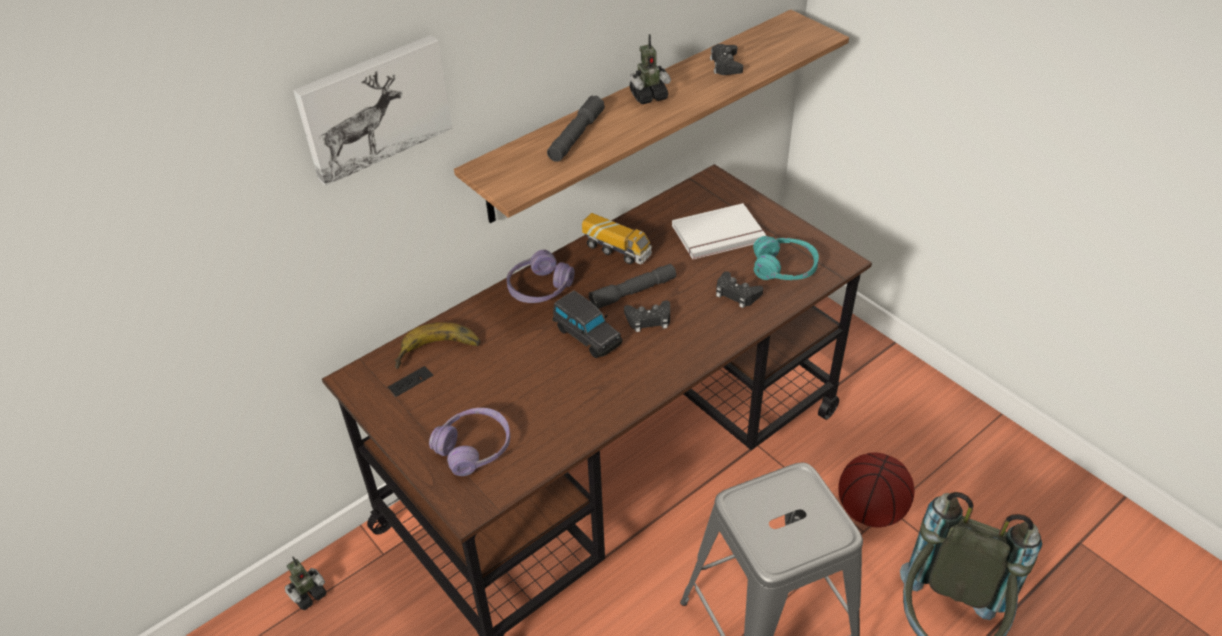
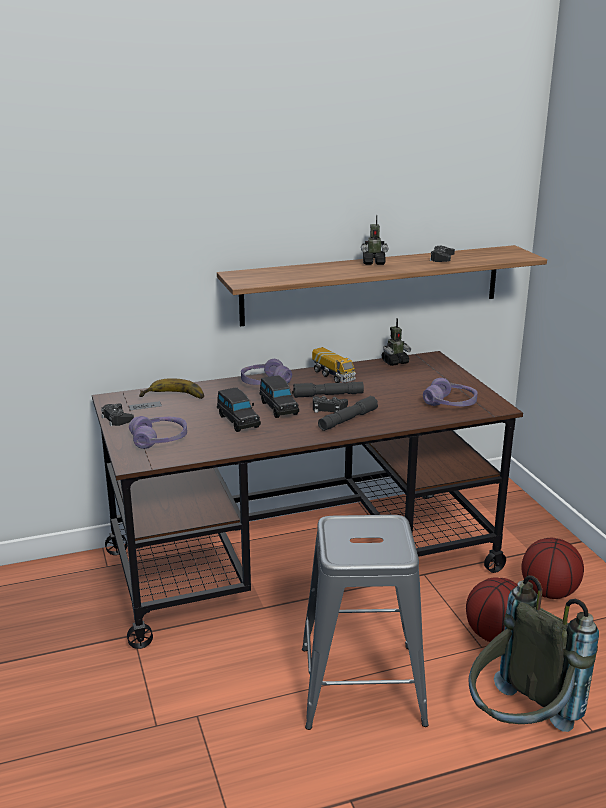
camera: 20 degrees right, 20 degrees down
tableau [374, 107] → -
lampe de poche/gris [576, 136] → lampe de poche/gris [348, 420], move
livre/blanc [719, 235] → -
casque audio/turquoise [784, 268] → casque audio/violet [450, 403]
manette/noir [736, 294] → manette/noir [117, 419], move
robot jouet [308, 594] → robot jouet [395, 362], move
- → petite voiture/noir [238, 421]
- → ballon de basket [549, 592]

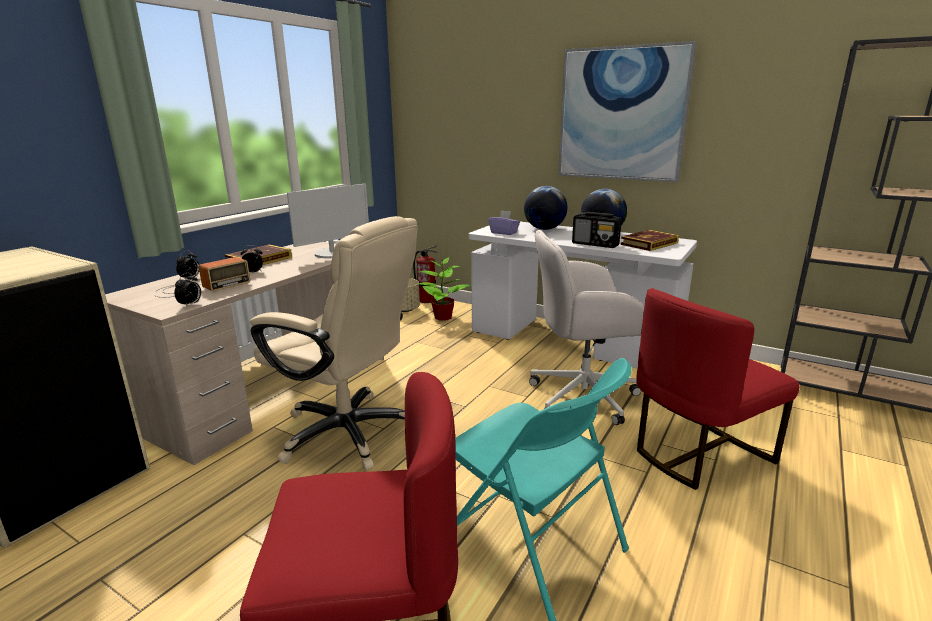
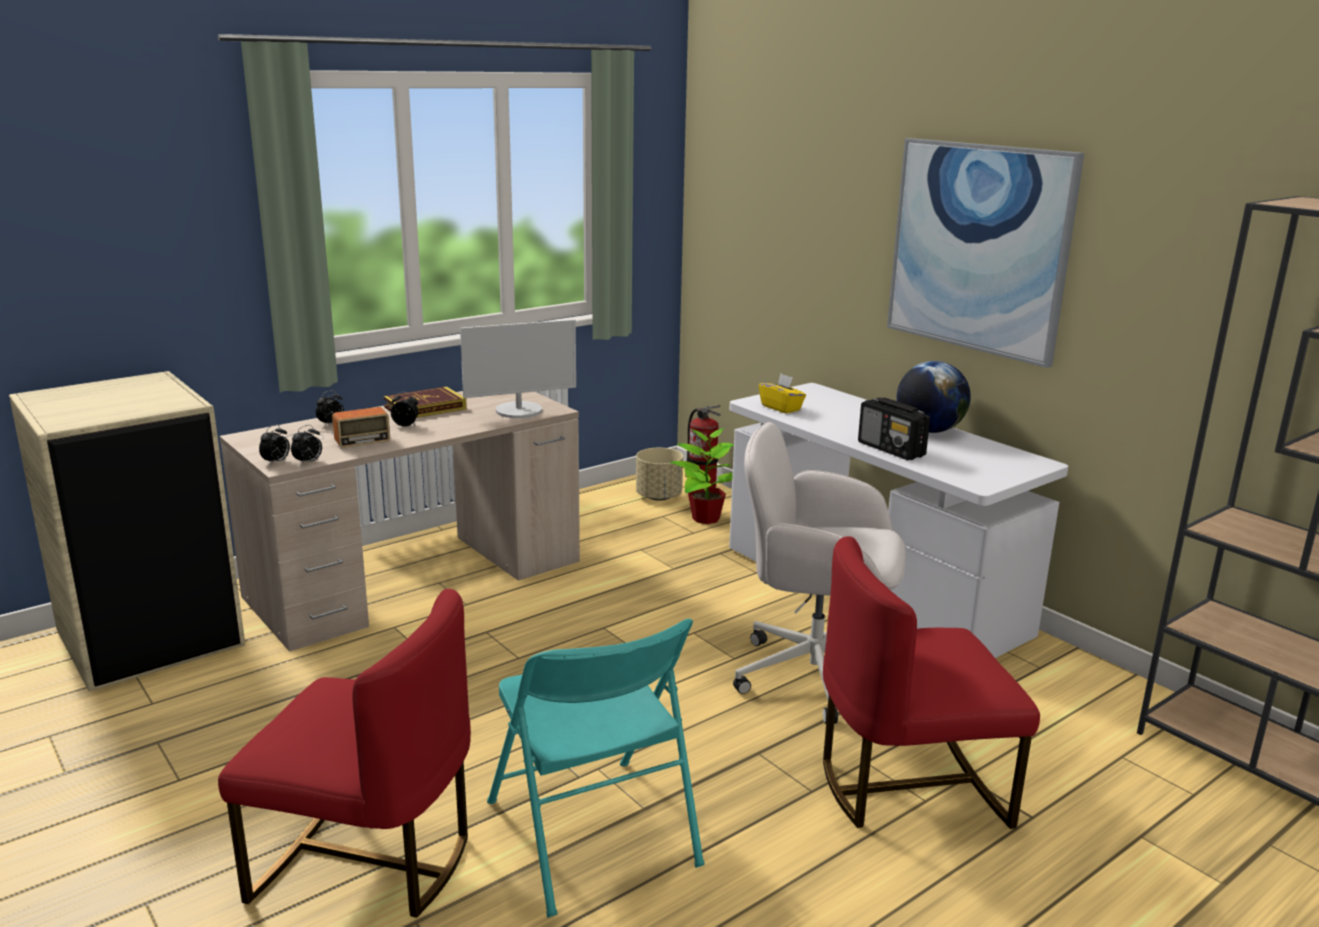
camera: 20 degrees right, 0 degrees up
globe [544, 229] → -
boîte à mouchoirs/violet [504, 232] → boîte à mouchoirs/jaune [781, 408]
chaise de bureau/beige [347, 432] → -
livre [649, 244] → -
- → réveil [276, 462]

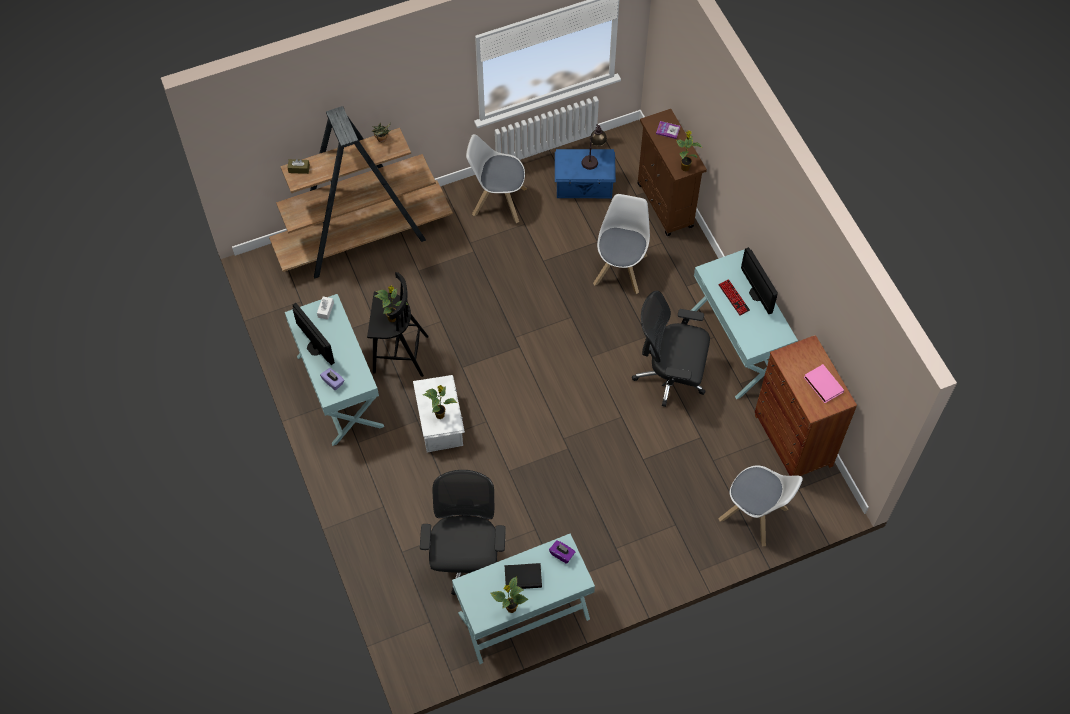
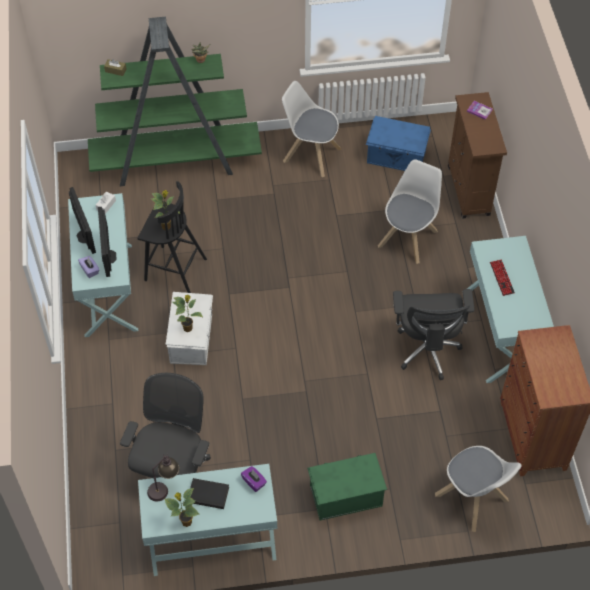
camera: 15 degrees right, 5 degrees down
bibliothèque/marron [364, 238] → bibliothèque/vert [176, 161]
lampe de table [593, 158] → lampe de table [164, 487], move
plante en pot [685, 167] → -
écran d'ordinateur [757, 294] → écran d'ordinateur [109, 257], move
chaise de bureau [671, 377] → chaise de bureau [427, 348], 120 degrees counterclockwise
livre/rose [822, 385] → -
- → boîte de rangement/vert [345, 495]

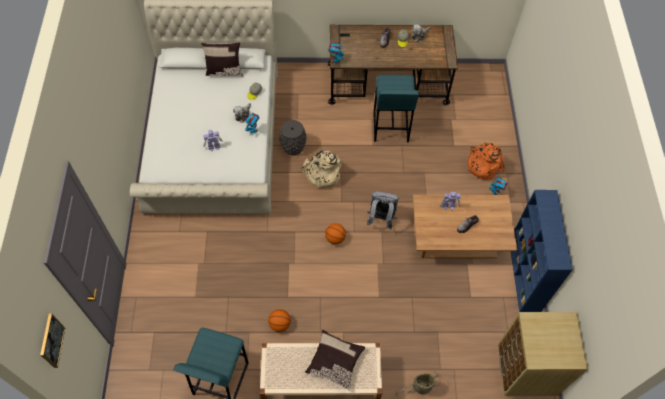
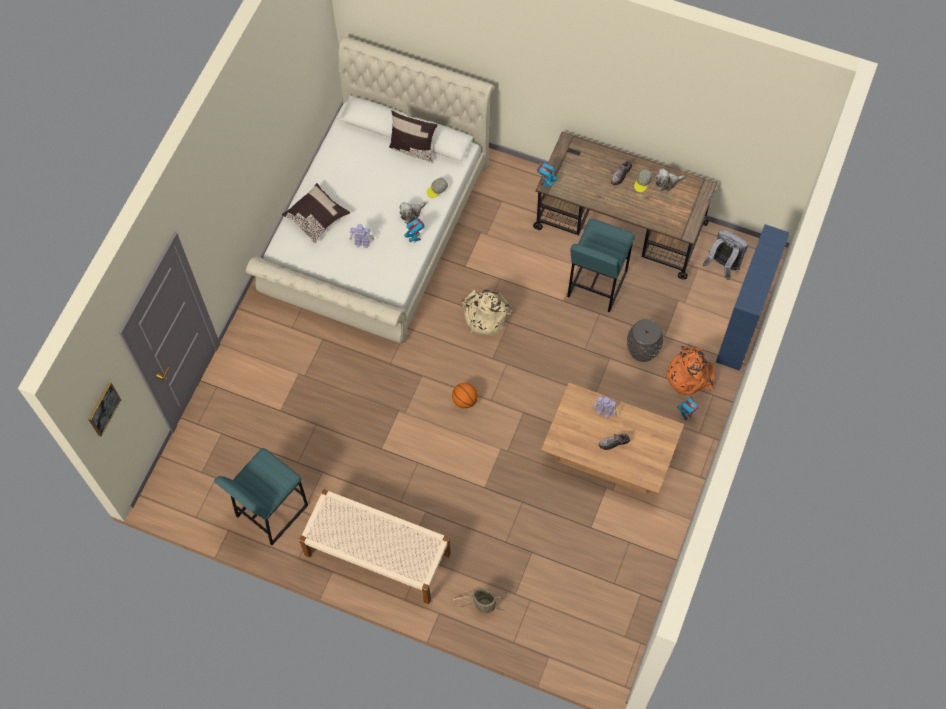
camera: 25 degrees right, 5 degrees up
tabouret/gris [293, 147] → tabouret/gris [642, 350], move
bibliothèque/bleu [524, 275] → bibliothèque/bleu [742, 327], move
sac à dos/gris [381, 219] → sac à dos/gris [723, 265], move
ballon de basket [280, 324] → -
commode/marron [525, 371] → -
coussin [335, 362] → coussin [316, 218], move

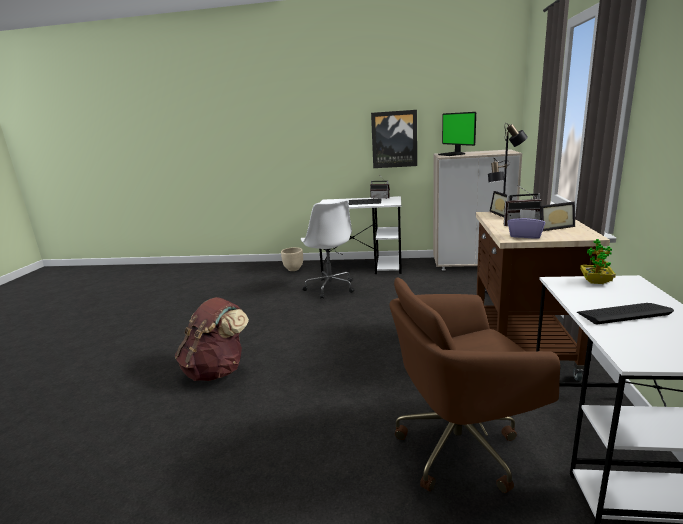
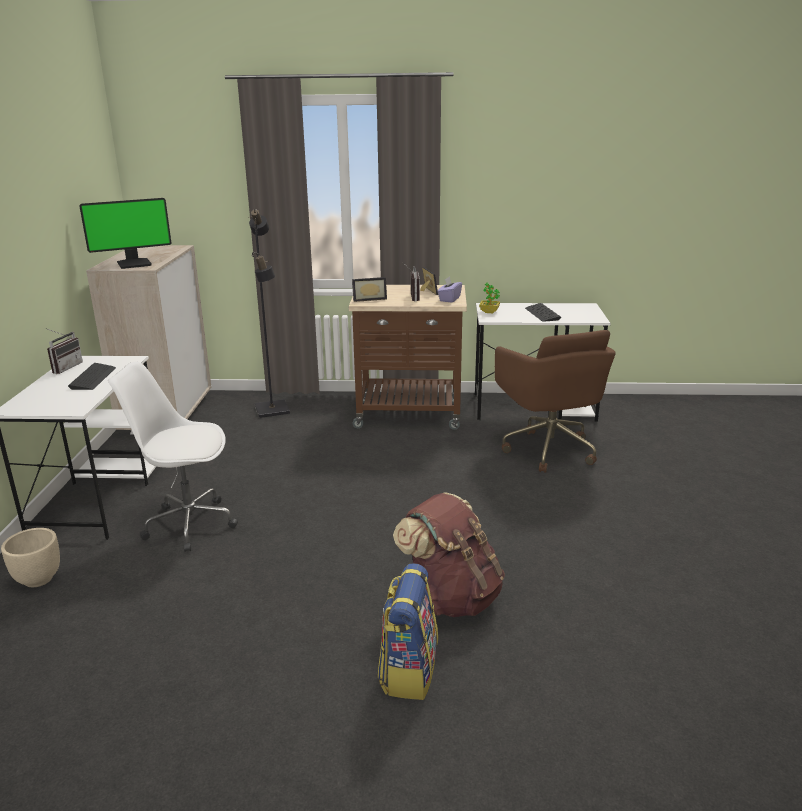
camera: 95 degrees left, 5 degrees up
tableau [394, 139] → -
chaise de bureau/blanc [330, 288] → chaise de bureau/blanc [188, 524], 150 degrees counterclockwise
- → sac à dos [408, 671]

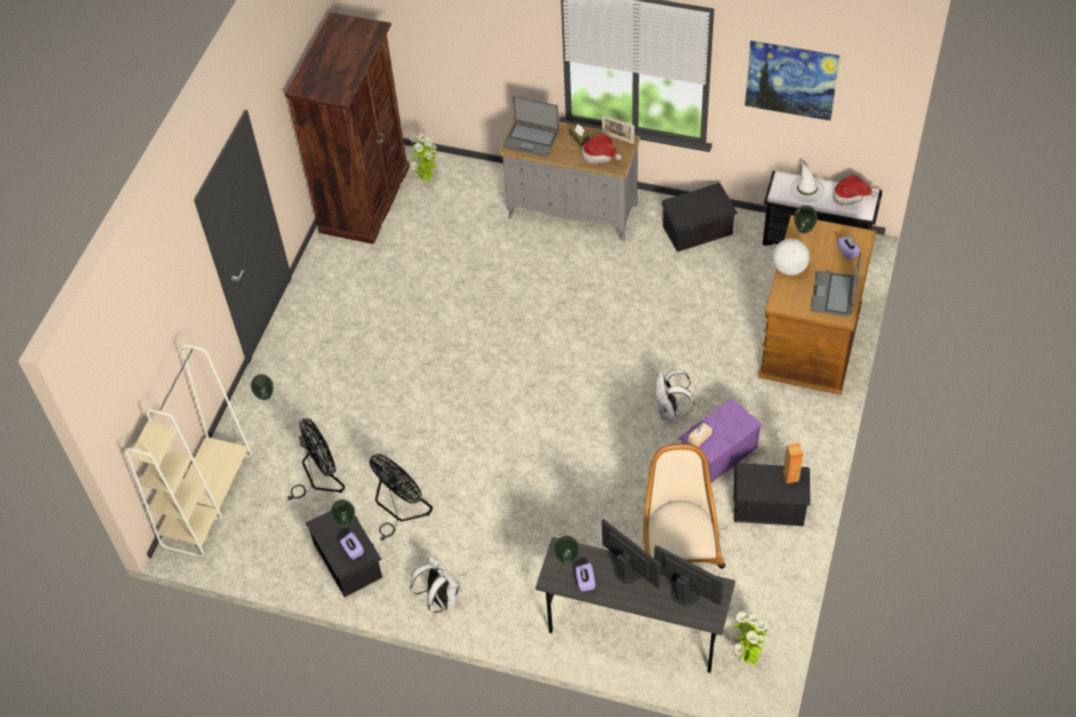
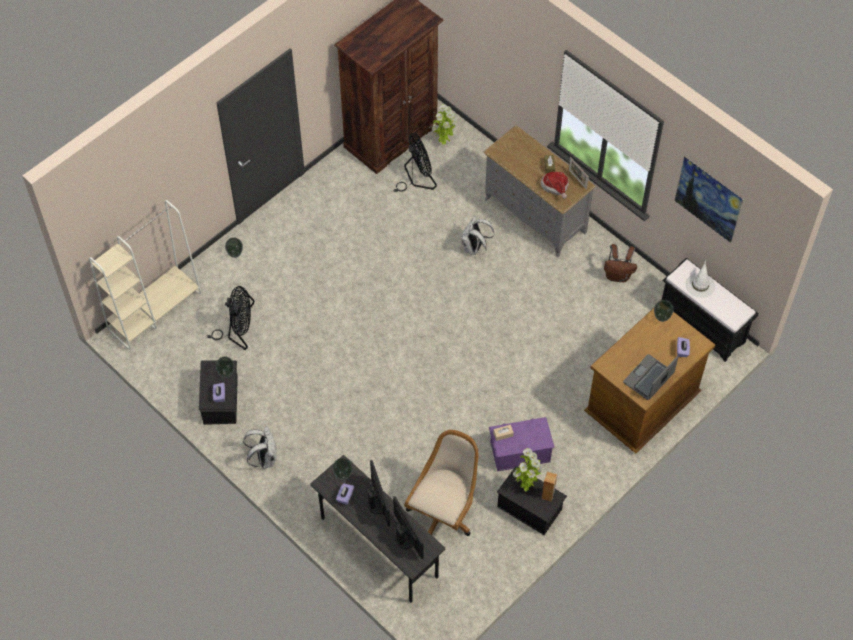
camera: 25 degrees right, 5 degrees up
ordinateur portable [531, 139] → -
chapeau [850, 196] → -
boîte de rangement/noir [698, 230] → sac à dos/marron [618, 275]
globe [789, 268] → -
sac à dos/blanc [669, 411] → sac à dos/blanc [474, 248], move
ventilateur/noir [397, 507] → ventilateur/noir [415, 175], move
plante en pot [747, 658] → plante en pot [525, 485], move

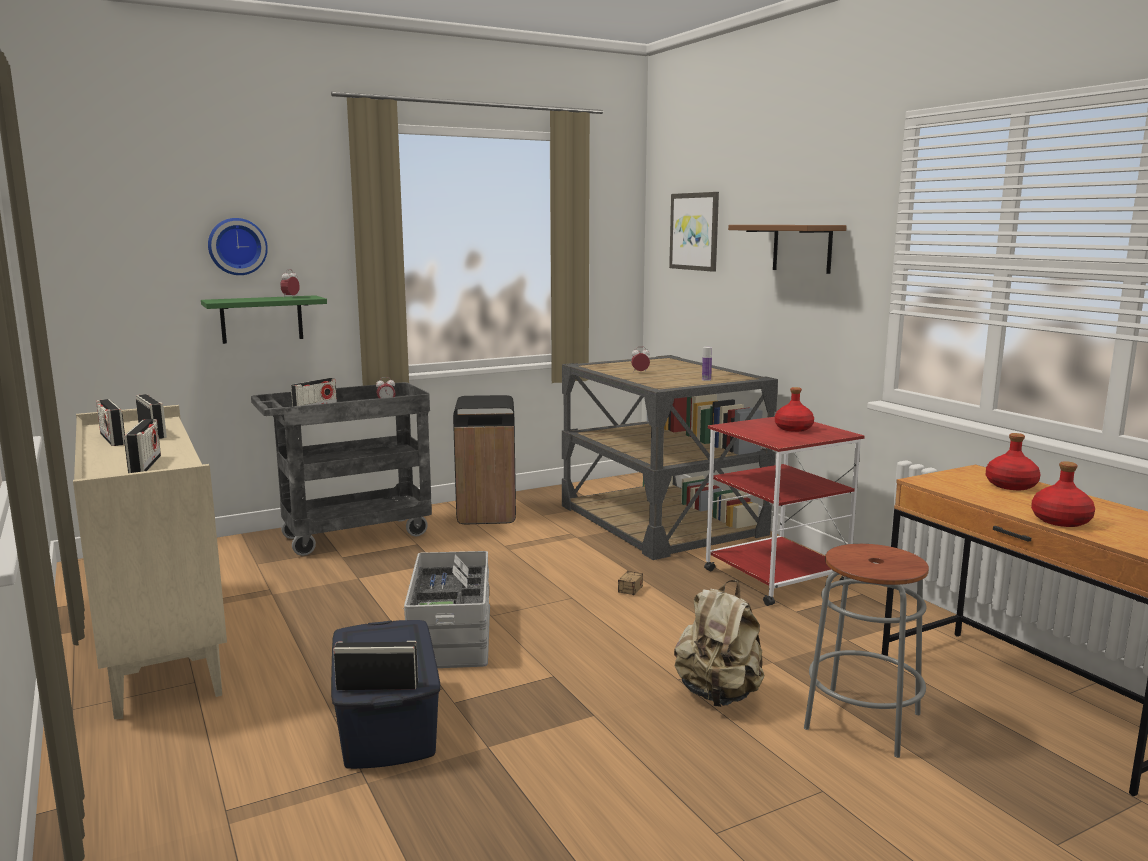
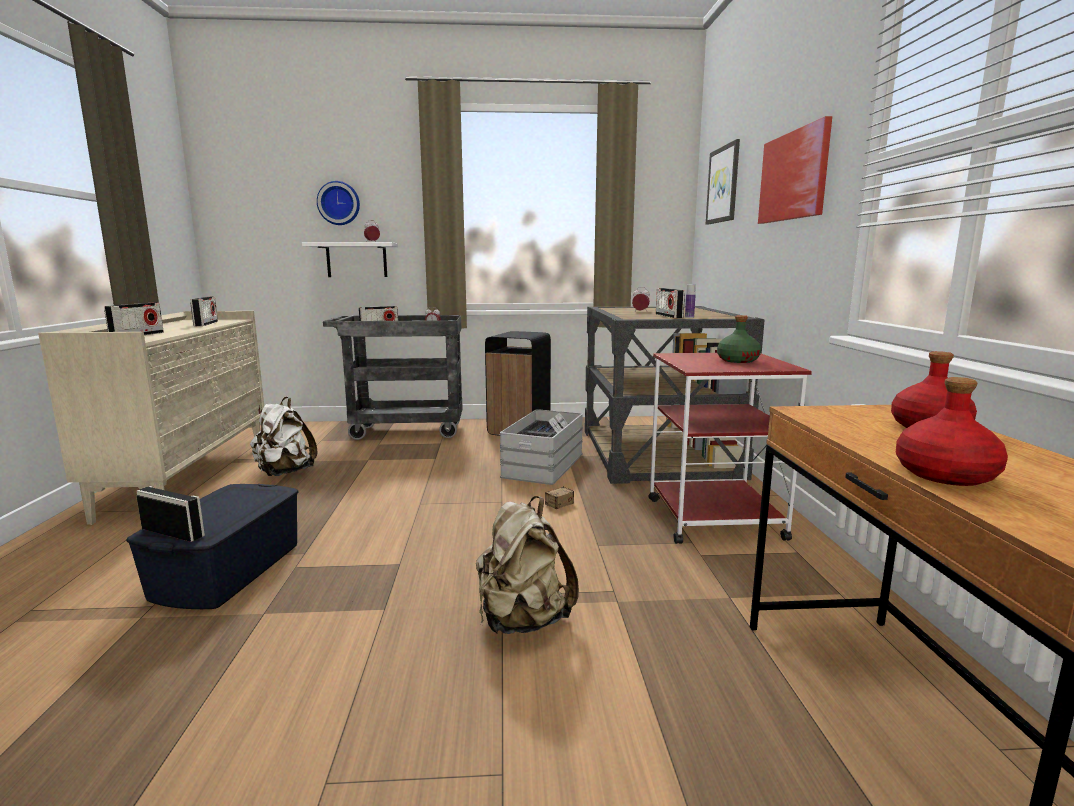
camera: 25 degrees right, 0 degrees up
étagère/marron [802, 248] → tableau [794, 176]
étagère/vert [261, 319] → étagère/blanc [356, 260]
bouteille/rouge [793, 428] → bouteille/vert [737, 360]
radio [112, 439] → radio [668, 316], move
tabouret/gris [862, 721] → -
boîte de rangement/gris [449, 634] → boîte de rangement/gris [542, 464], move
- → sac à dos/blanc [284, 473]

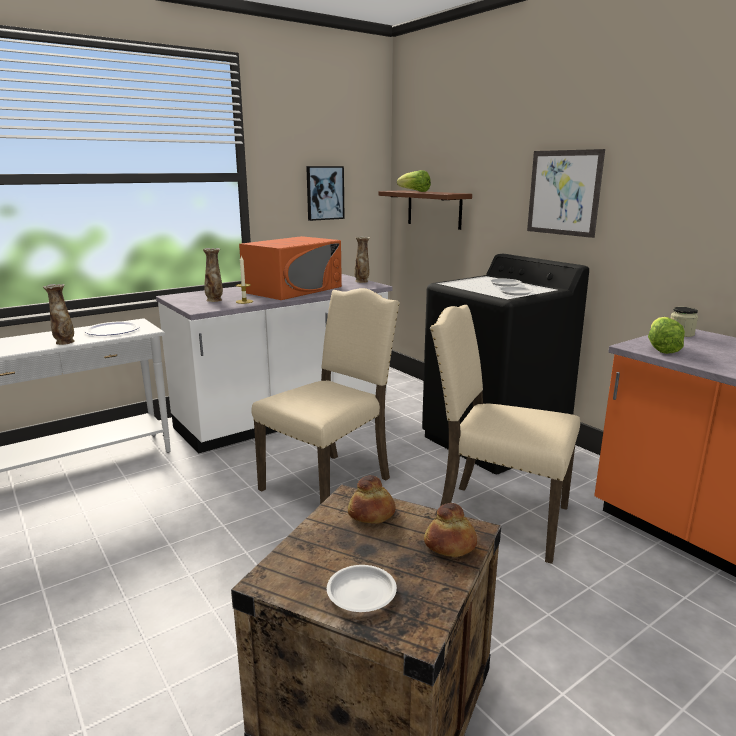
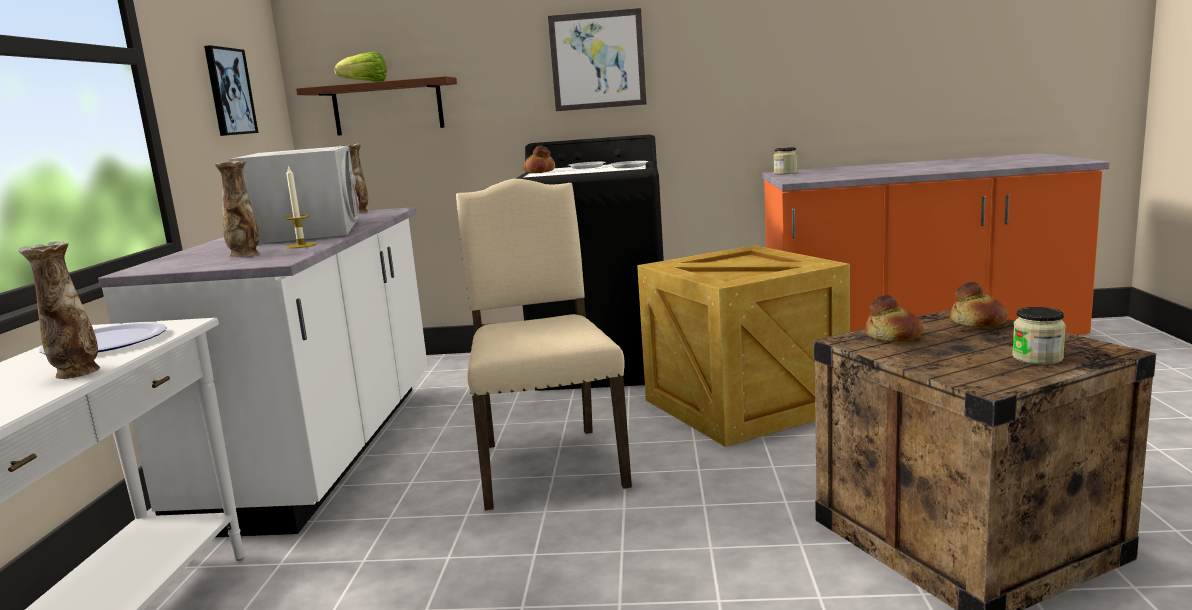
camera: 50 degrees left, 5 degrees down
micro-ondes/orange [293, 289] → micro-ondes/blanc [306, 230]
chaise/beige [498, 518] → caisse [740, 405]
laitue [661, 348] → -
assiette/blanc [361, 593] → bocal [1037, 358]
- → pain [540, 172]

